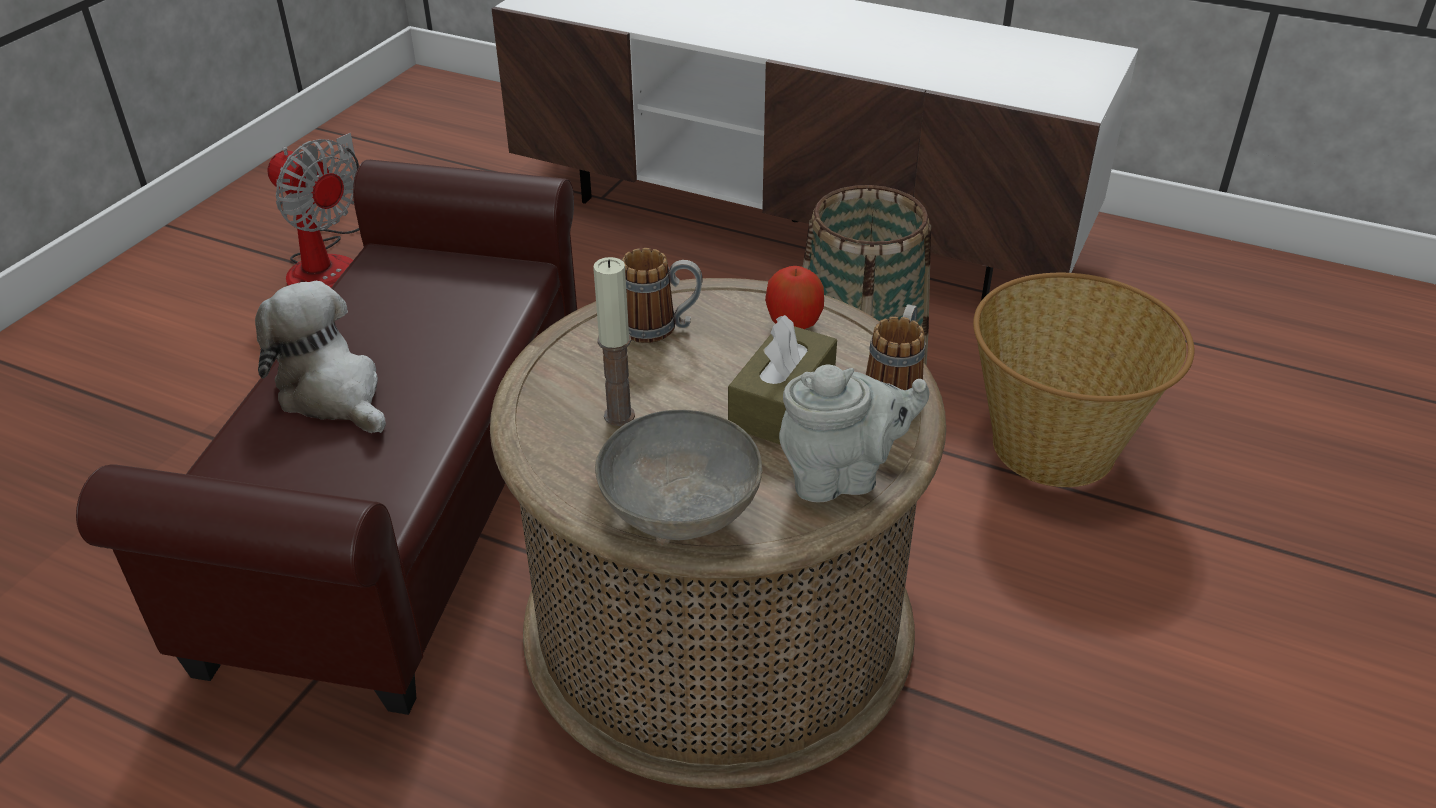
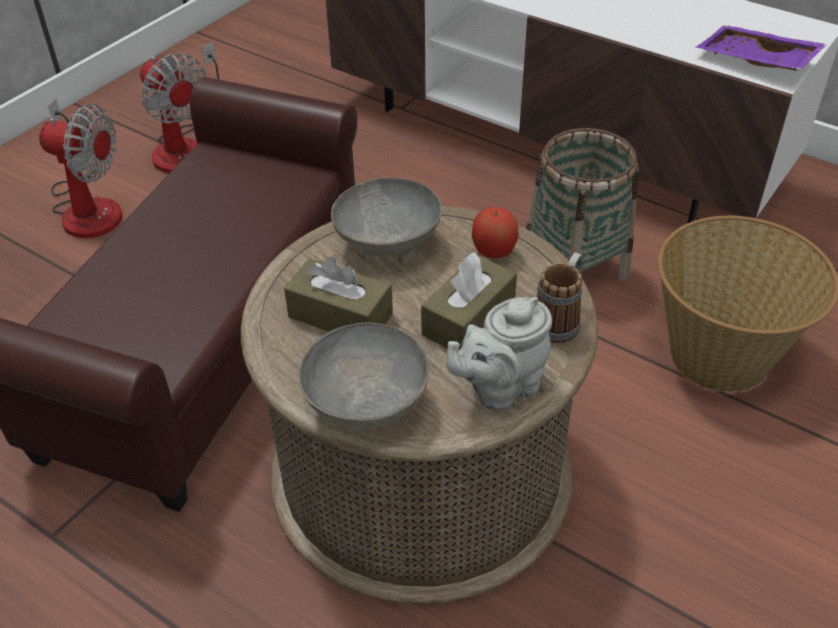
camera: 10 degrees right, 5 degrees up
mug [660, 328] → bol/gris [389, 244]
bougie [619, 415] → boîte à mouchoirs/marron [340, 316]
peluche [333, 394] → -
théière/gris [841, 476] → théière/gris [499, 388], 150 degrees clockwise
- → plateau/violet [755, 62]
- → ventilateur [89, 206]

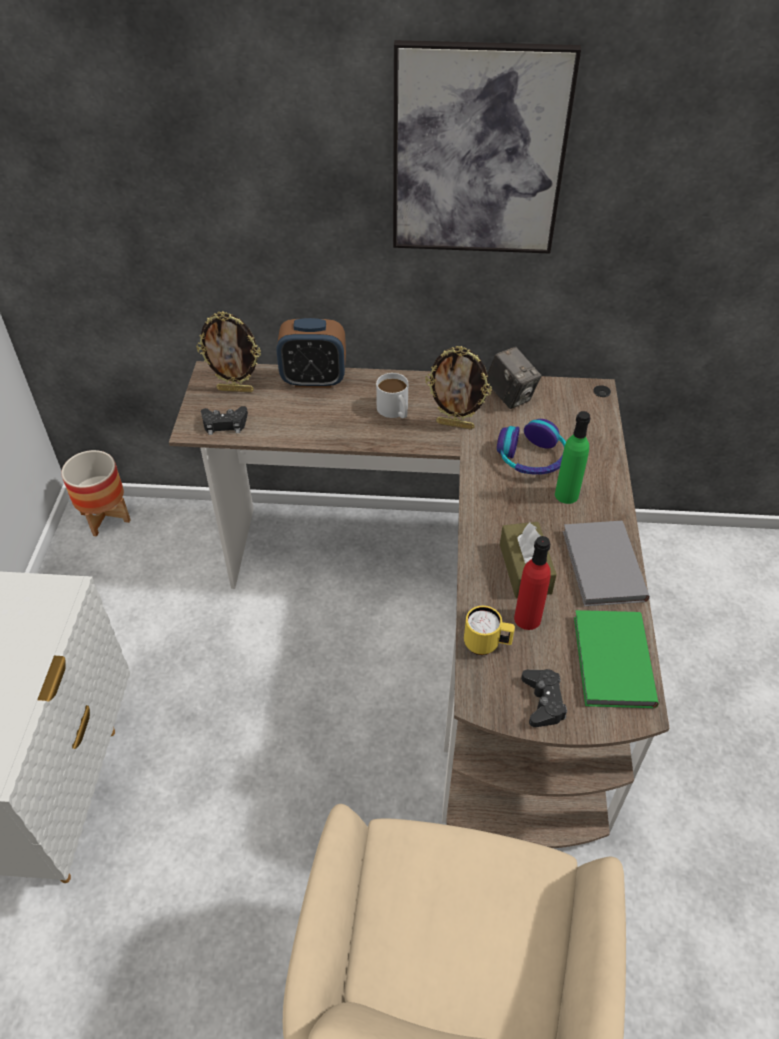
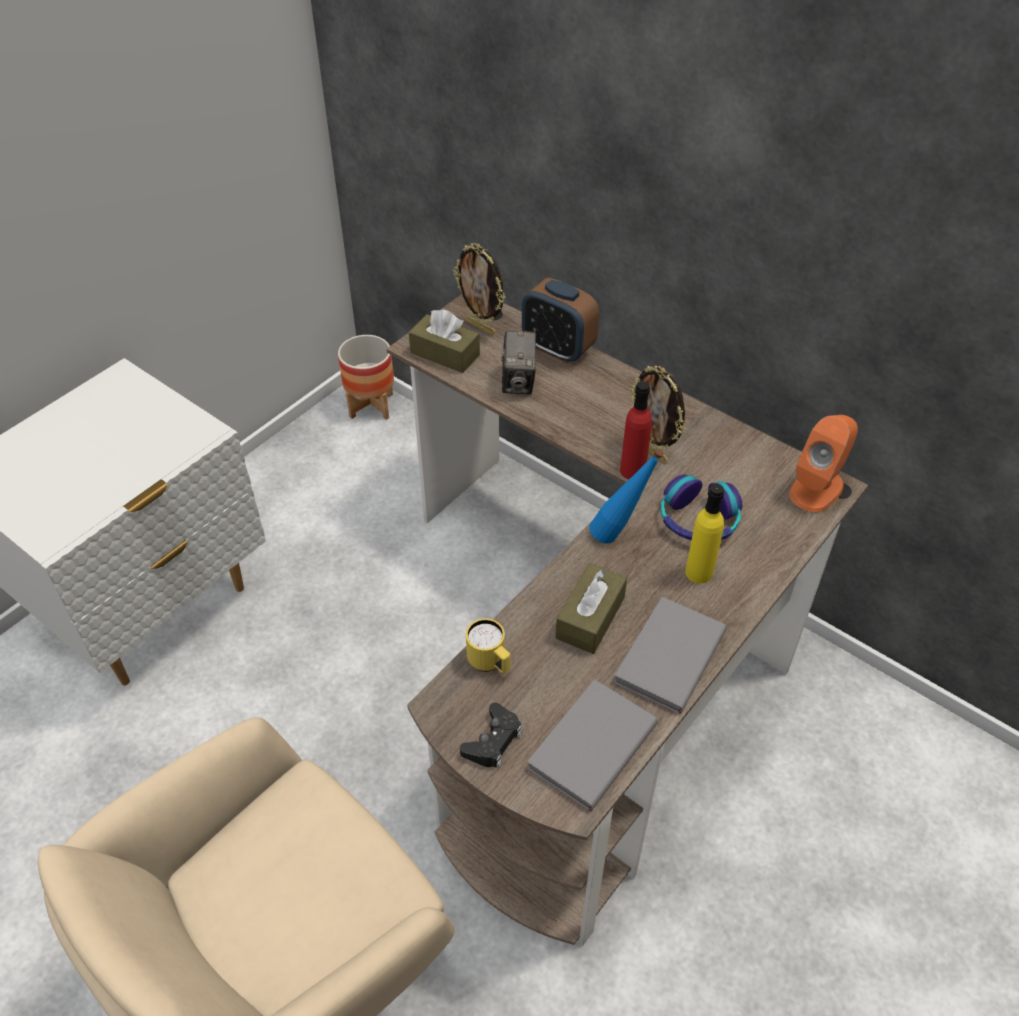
camera: 35 degrees right, 0 degrees up
tableau [478, 152] → -
appareil photo [510, 396] → appareil photo [518, 382], move
mug/blanc [395, 411] → -
manette/noir [224, 424] → boîte à mouchoirs/marron [445, 354]
bouteille/vert [566, 495] → bouteille/jaune [699, 572]
bouteille/rouge [527, 618] → bouteille/rouge [632, 470], move
livre/vert [610, 662] → livre/gris [589, 746]
- → enceinte/orange [816, 488]
- → bouteille/bleu [619, 535]

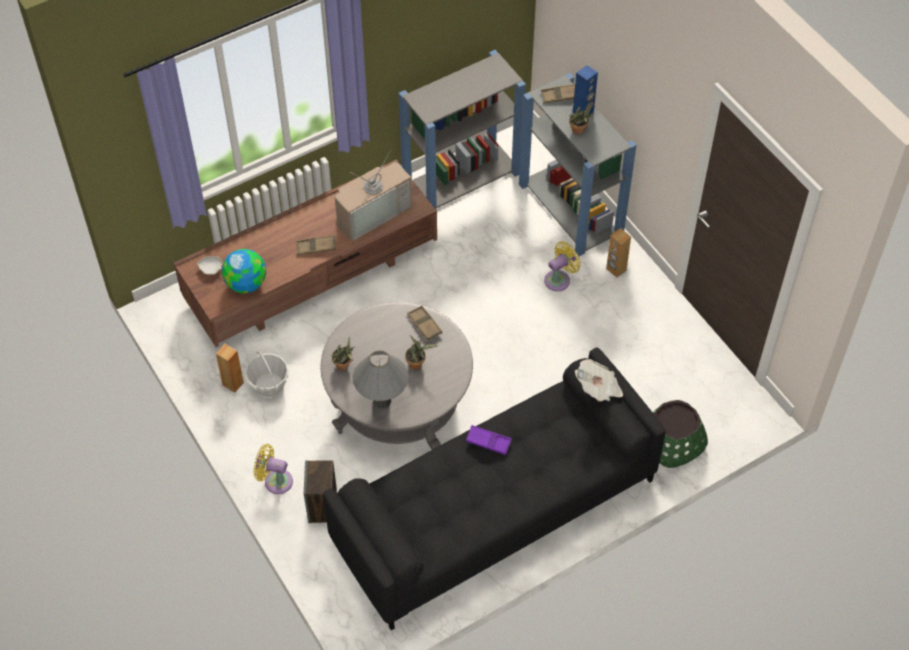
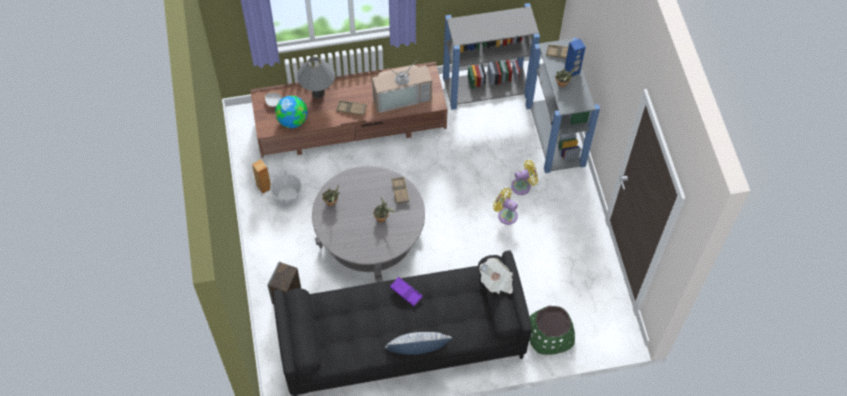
camera: 20 degrees right, 5 degrees up
enceinte/marron [616, 269] → -
lampe de table/gris [382, 400] → lampe de table/gris [318, 93], move
ventilateur/jaune [275, 481] → ventilateur/jaune [505, 214], move
- → coussin [417, 353]

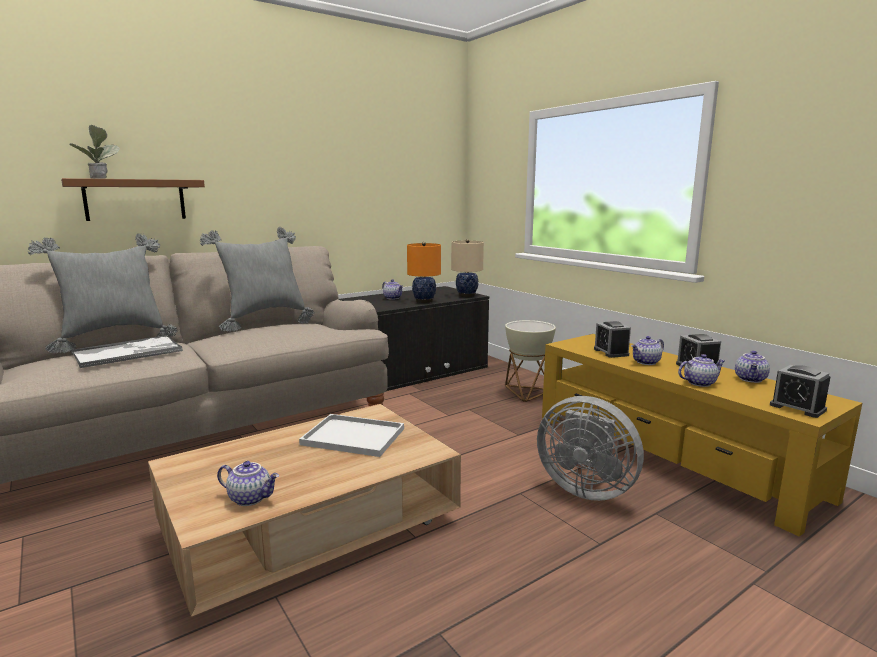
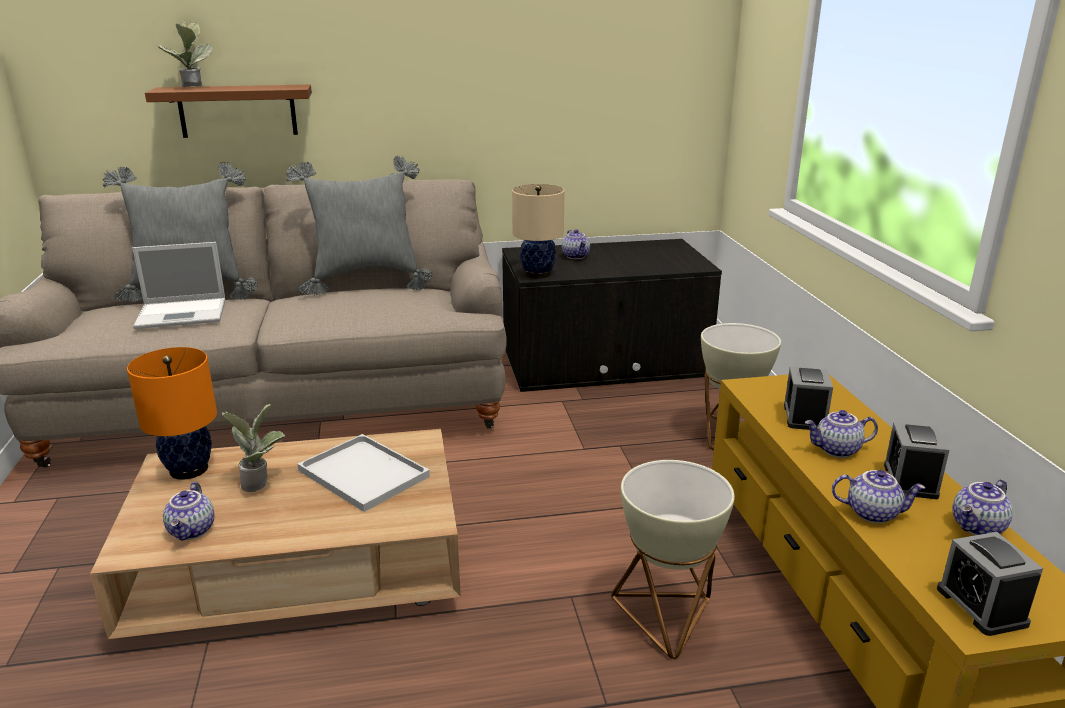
camera: 25 degrees right, 10 degrees up
lampe de table/beige [466, 295] → lampe de table/beige [537, 274], move
lampe de table/orange [424, 301] → lampe de table/orange [189, 470], move
plateau [129, 352] → ordinateur portable [184, 313]
ventilateur/gris [585, 488] → cache-pot [666, 616]
théière [251, 498] → théière [193, 531], 45 degrees clockwise
- → plante en pot [261, 482]

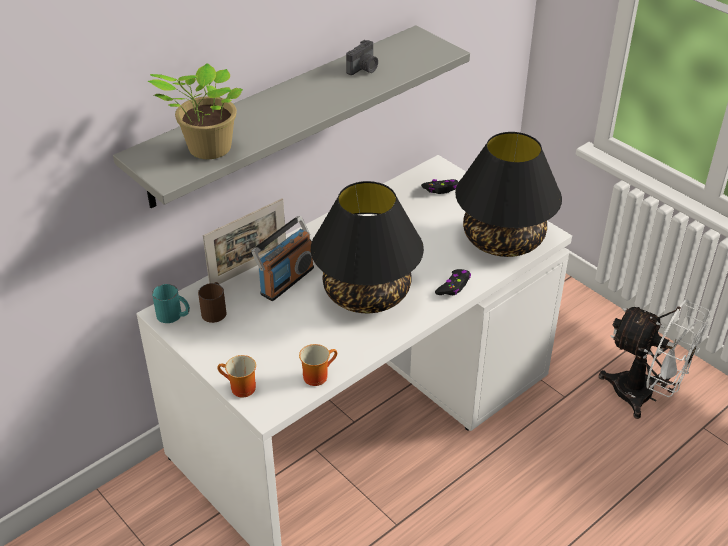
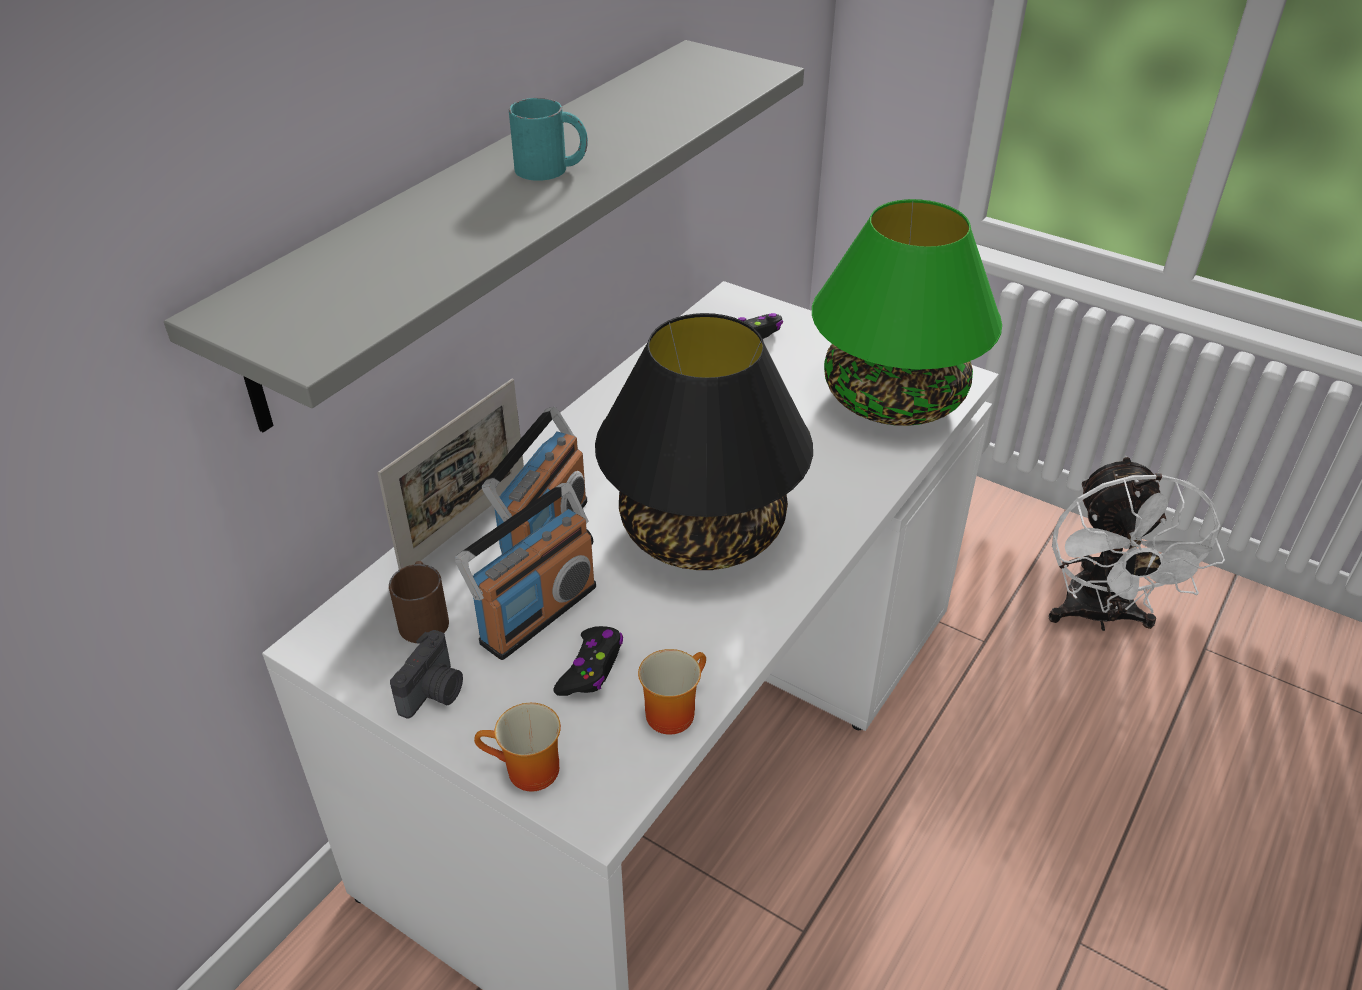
camera: 15 degrees left, 0 degrees up
appareil photo [364, 69] → appareil photo [434, 692], move
plante en pot [207, 149] → -
lampe de table/noir [503, 240] → lampe de table/vert [894, 398]
manette/noir [453, 286] → manette/noir [591, 668], move
mug/turquoise [174, 315] → mug/turquoise [552, 169], move
ventilateur/blanc [644, 396] → ventilateur/blanc [1099, 616], 75 degrees clockwise
- → radio [537, 613]

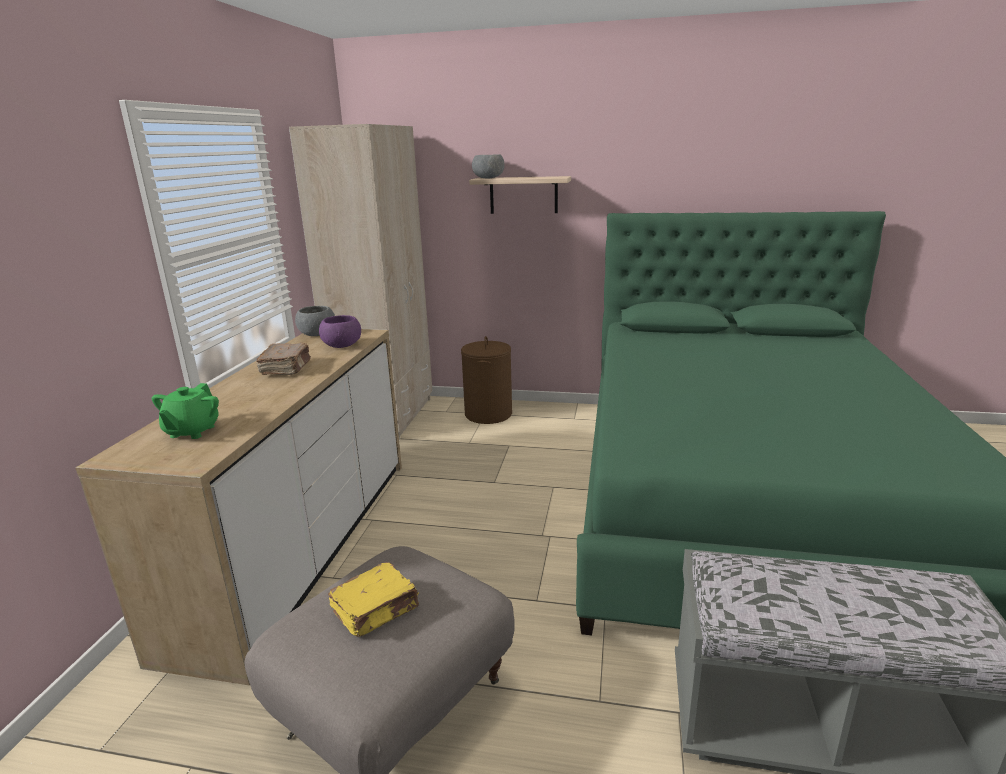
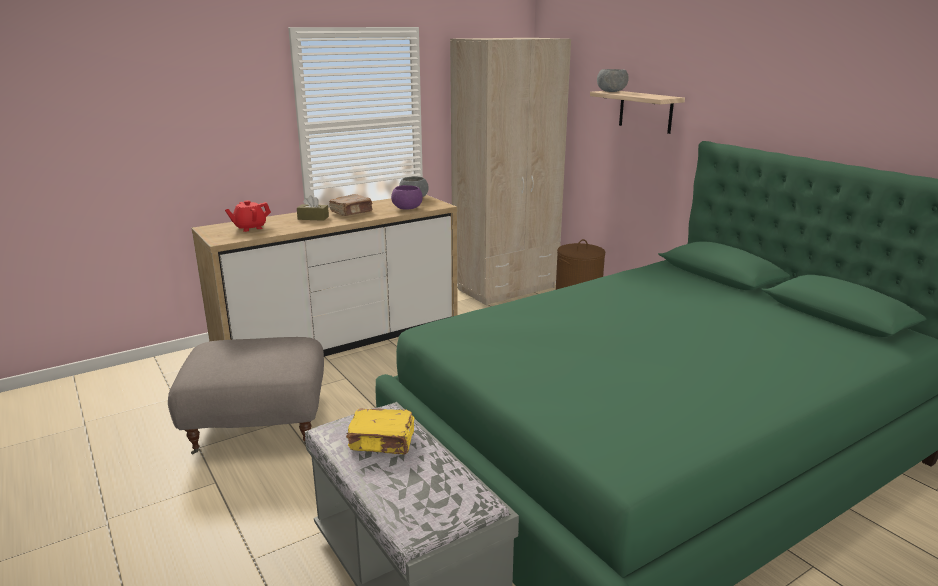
camera: 45 degrees right, 0 degrees up
théière/vert [192, 431] → théière/rouge [250, 228]
livre/jaune [376, 610] → livre/jaune [382, 442], move
- → boîte à mouchoirs/marron [313, 218]

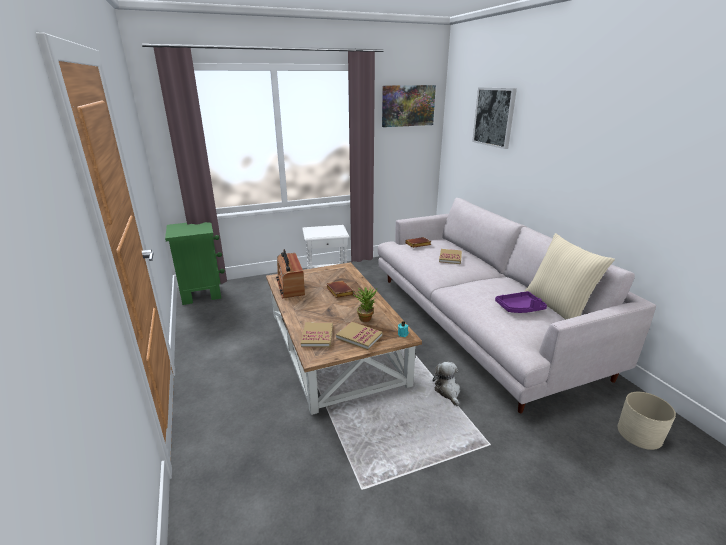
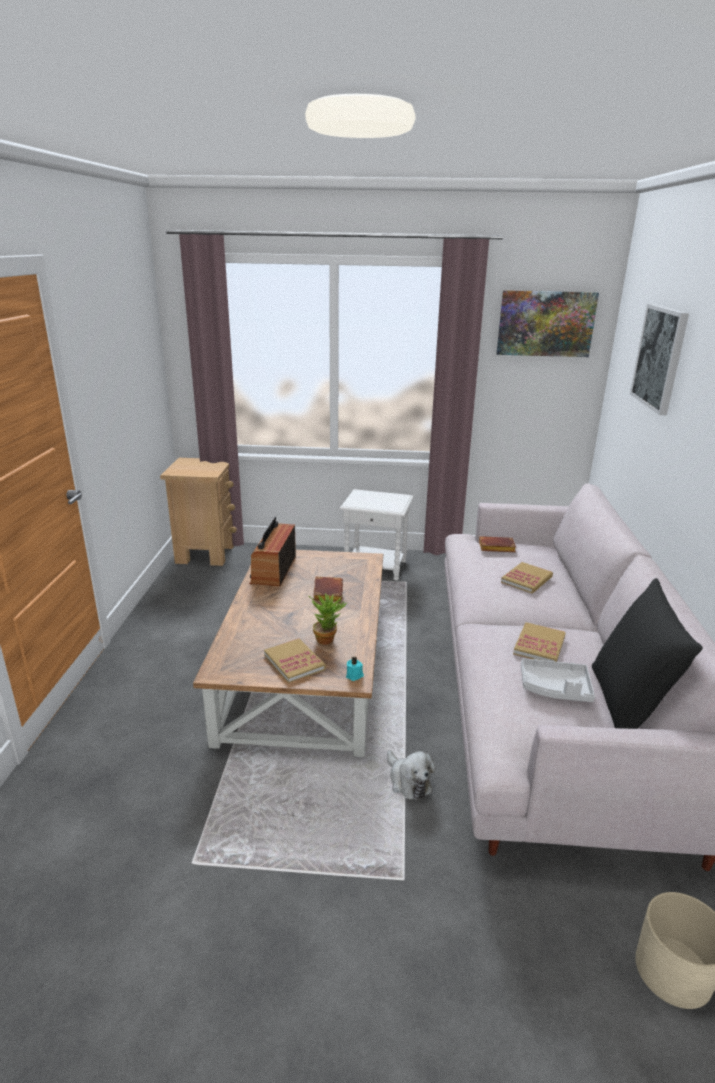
camera: 25 degrees right, 0 degrees up
table de chevet/vert [202, 293] → table de chevet/beige [207, 553]
coussin/beige [557, 307] → coussin/noir [628, 706]
plateau/violet [519, 308] → plateau/gris [555, 688]
livre [317, 336] → livre [539, 645], move
peluche [447, 391] → peluche [408, 781], 135 degrees clockwise

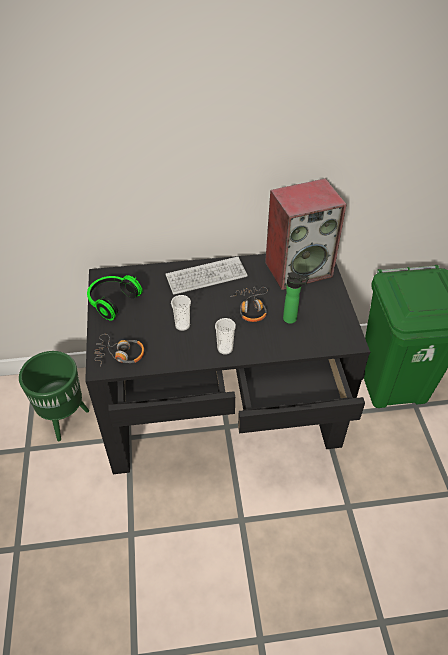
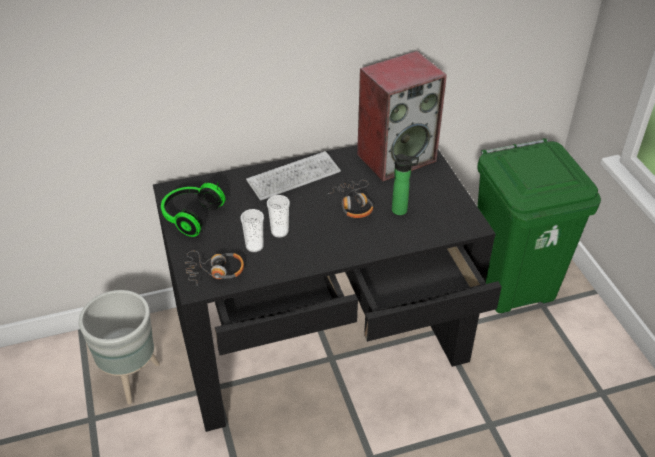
camera: 10 degrees left, 5 degrees down
tasse [225, 349] → tasse [254, 246], move
cache-pot/vert [65, 419] → cache-pot/gris [131, 377]

